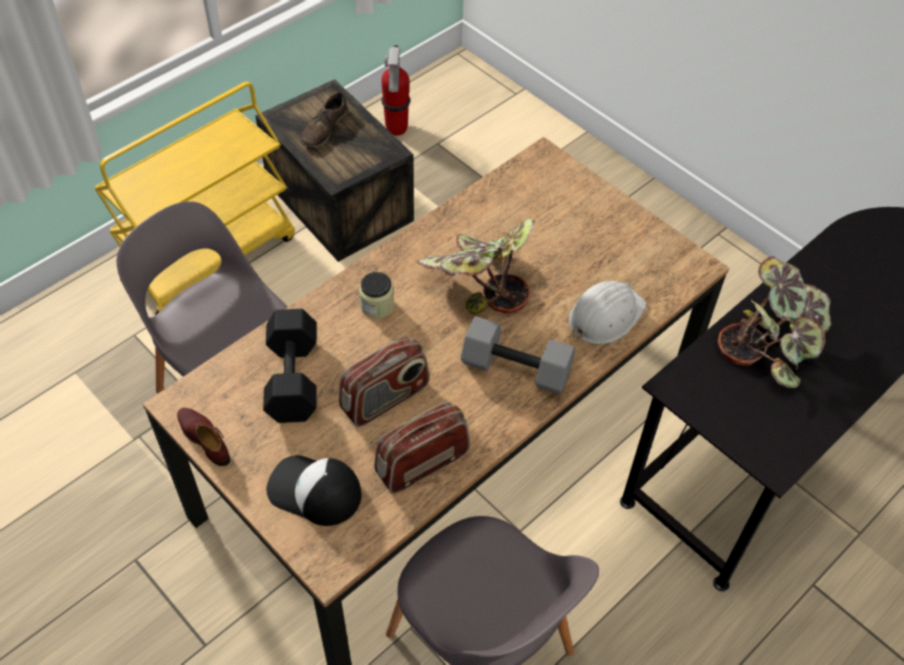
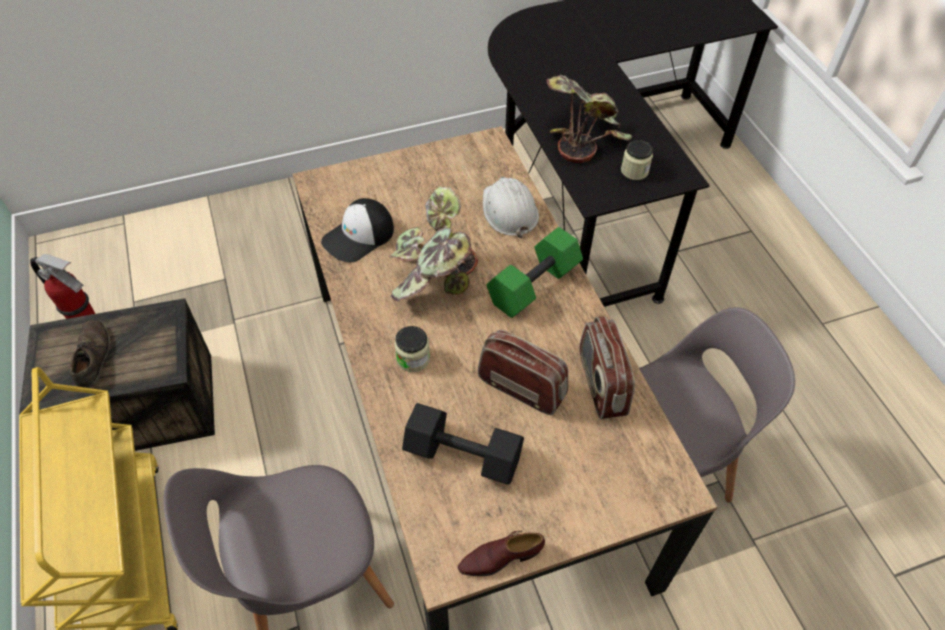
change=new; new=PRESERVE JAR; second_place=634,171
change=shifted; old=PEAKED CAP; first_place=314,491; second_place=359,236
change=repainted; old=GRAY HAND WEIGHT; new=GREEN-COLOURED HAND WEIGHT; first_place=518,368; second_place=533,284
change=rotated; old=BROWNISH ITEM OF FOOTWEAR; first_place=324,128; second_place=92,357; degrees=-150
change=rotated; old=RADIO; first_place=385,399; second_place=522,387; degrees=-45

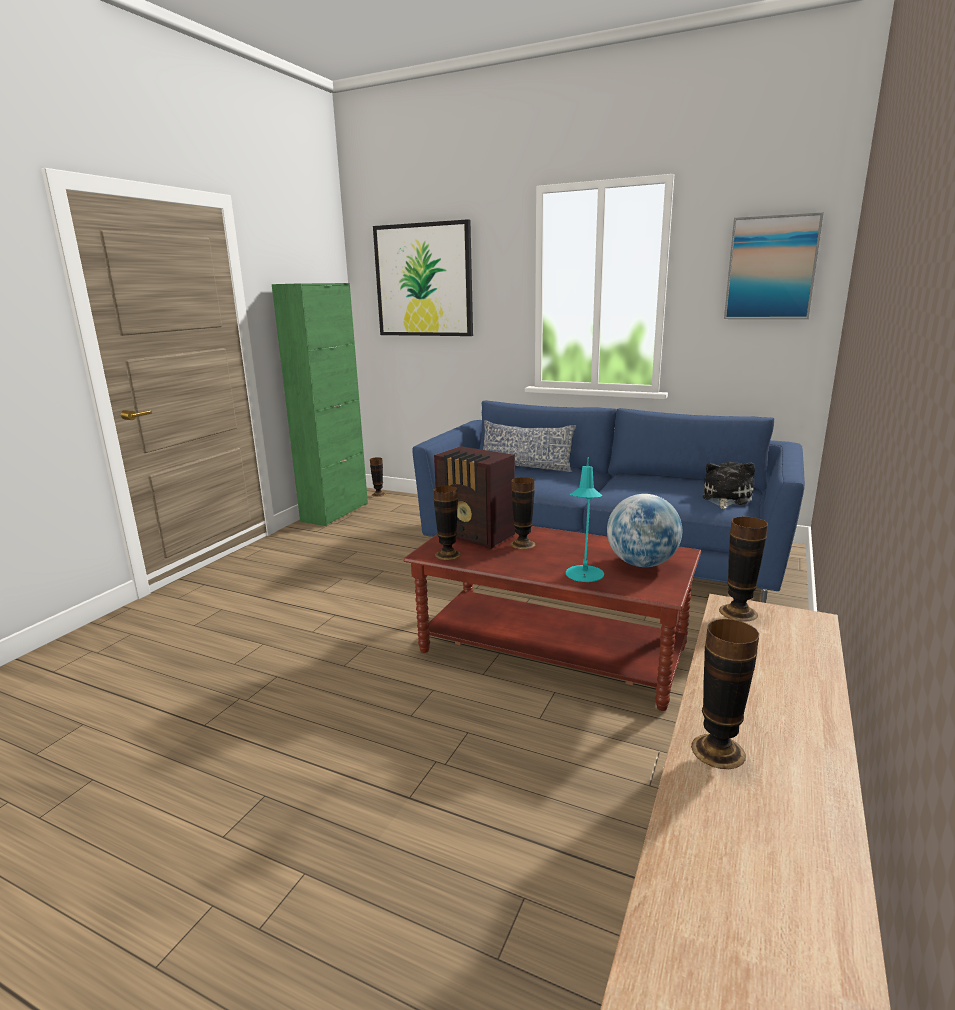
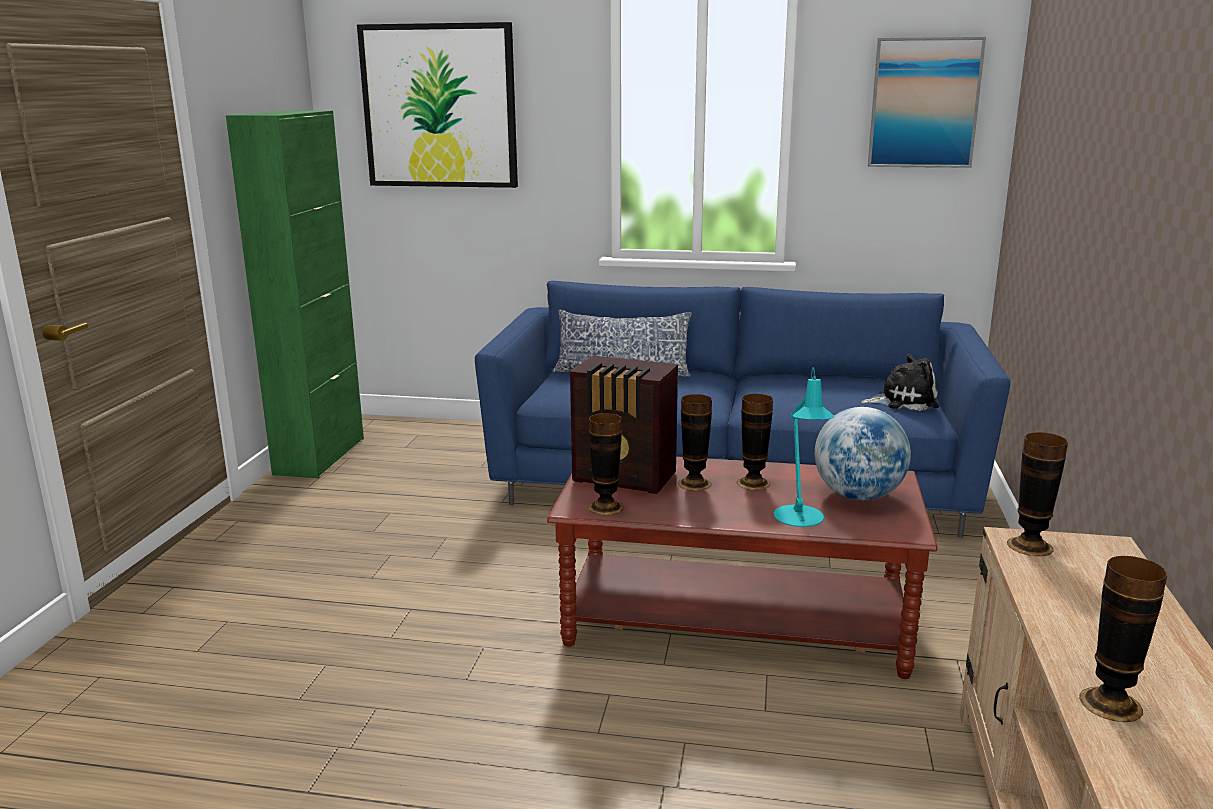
change=shifted; old=DECORATIVE VASE; first_place=378,494; second_place=753,483
change=rotated; old=PLUSH TOY; first_place=725,498; second_place=903,401; degrees=75

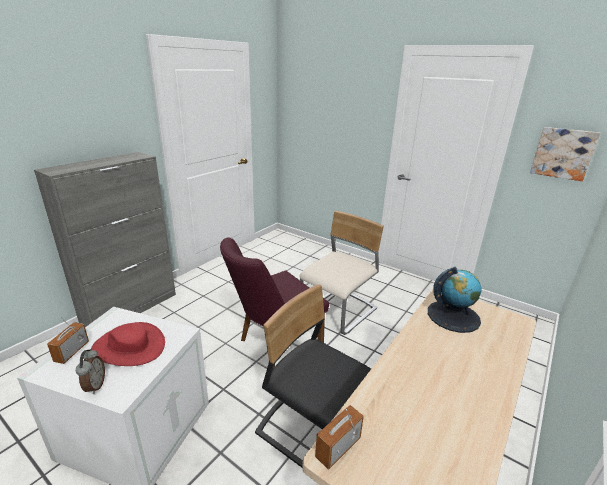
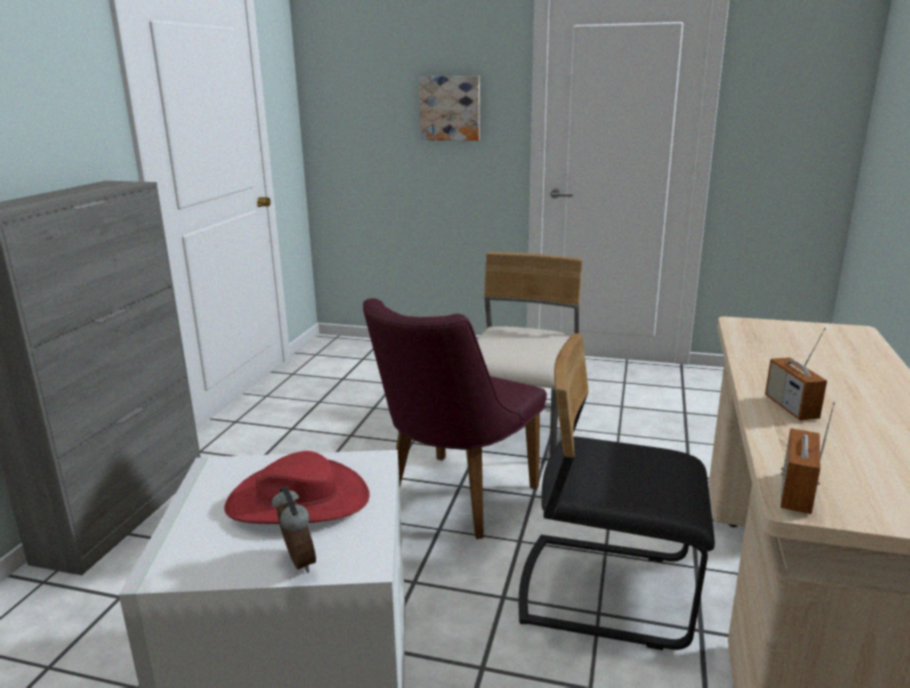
change=gone; old=GLOBE; first_place=453,316
change=shifted; old=RADIO; first_place=72,351; second_place=791,408
change=shifted; old=WALL ART; first_place=563,153; second_place=450,108

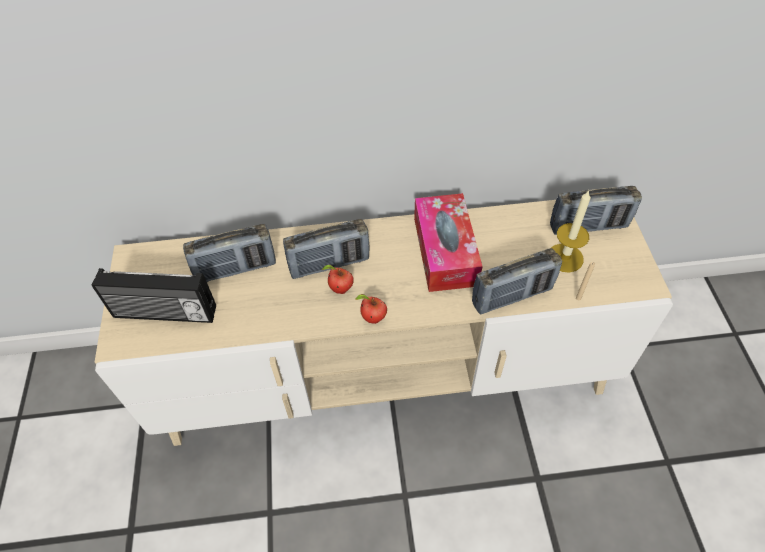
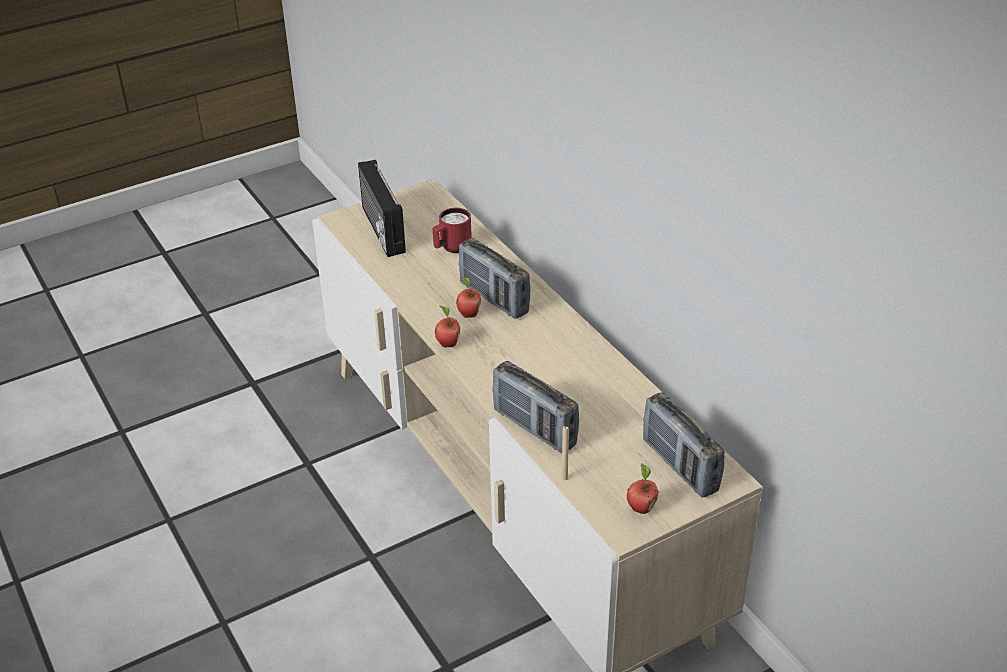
change=gone; old=TISSUE BOX; first_place=445,251
change=gone; old=WAX CANDLE; first_place=565,258
change=new; new=APPLE; second_place=640,507
change=swapped; old=RADIO; new=RED-COLOURED COFFEE MUG; first_place=236,269; second_place=452,248

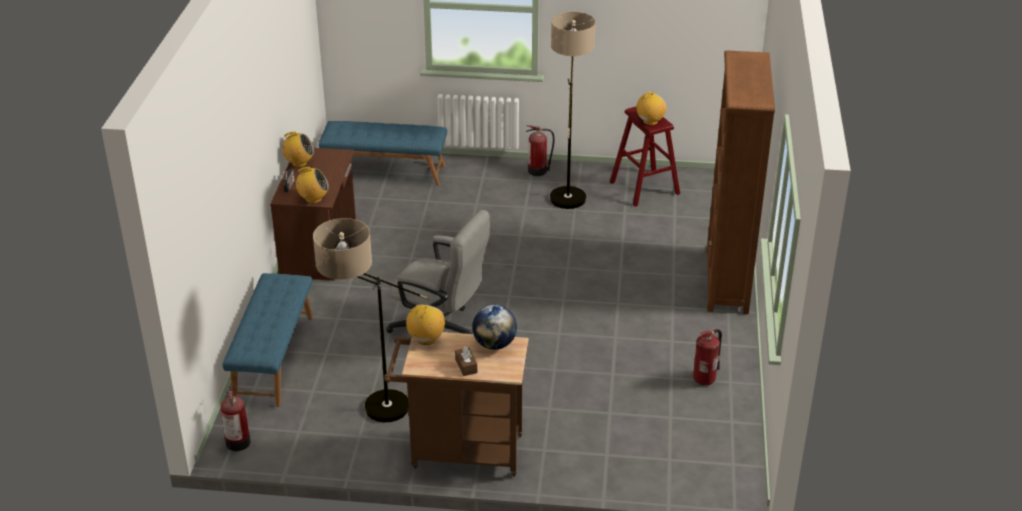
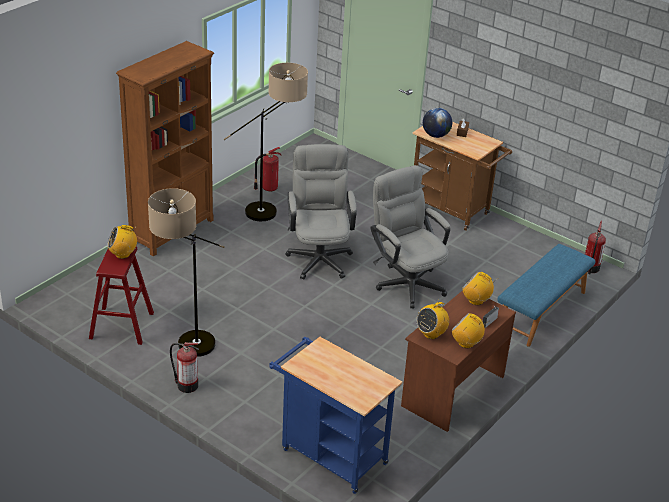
change=new; new=GRAY DESK CHAIR; second_place=319,256
change=shifted; old=STANDARD LAMP; first_place=370,413; second_place=273,213
change=shifted; old=RADIO; first_place=426,339; second_place=431,334
change=swapped; old=BLUE-COLOURED BENCH; new=BLUE-COLOURED WHEELED CART; first_place=385,171; second_place=329,454

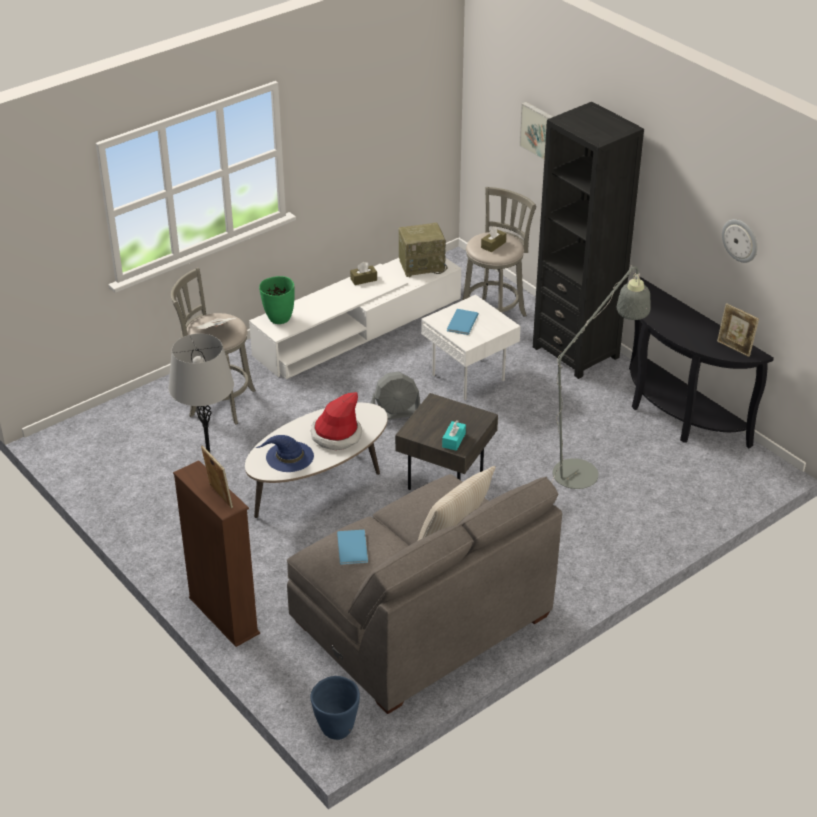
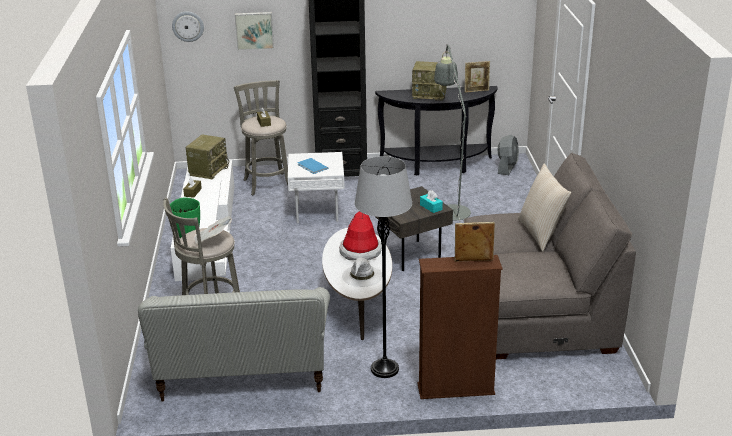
change=gone; old=BLUE-COLOURED FLOWER POT; first_place=336,729
change=gone; old=BLUE-COLOURED VOLUME; first_place=353,547
change=new; new=SETTEE; second_place=243,375
change=new; new=RADIO; second_place=430,95
change=shifted; old=GRAY COOLING FAN; first_place=395,413; second_place=507,167
change=shifted; old=CLOCK ON THE WALL; first_place=740,240; second_place=188,26
change=repainted; old=BLUE-COLOURED CLOTHING HAT; new=WHITISH CLOTHING HAT; first_place=289,457; second_place=362,276

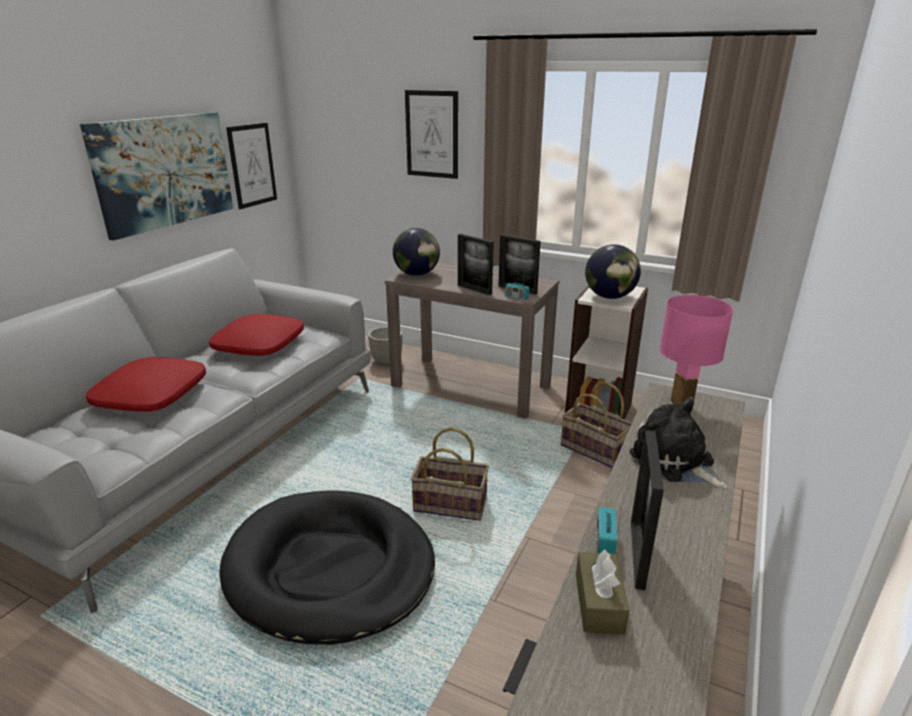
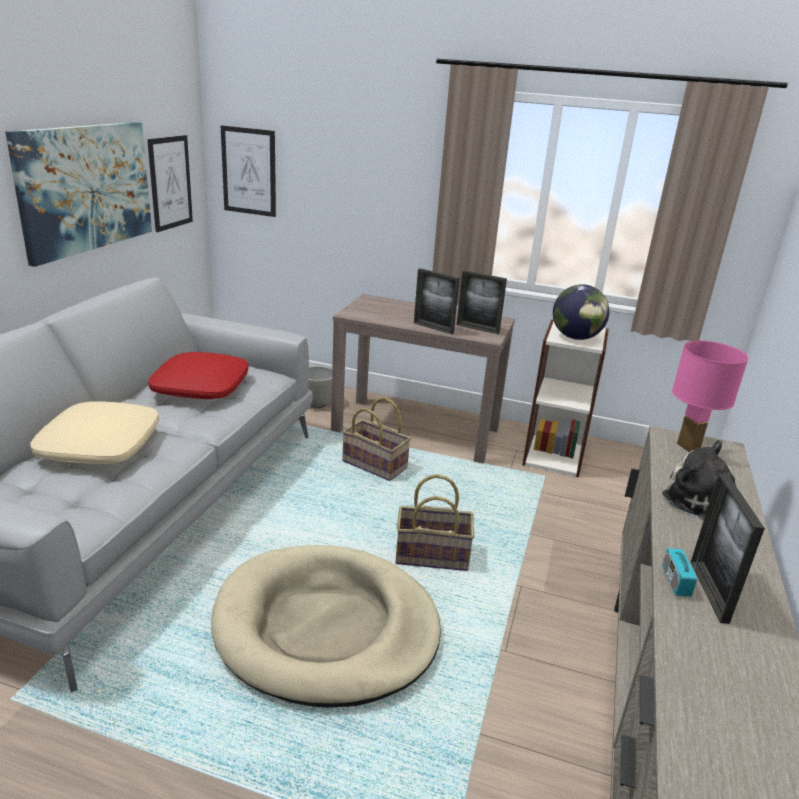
change=gone; old=GLOBE; first_place=417,274
change=gone; old=RADIO; first_place=516,297
change=gone; old=BROWNISH TISSUE BOX; first_place=599,603
change=shifted; old=WALL ART; first_place=432,134; second_place=249,171
change=shifted; old=STORAGE BASKET; first_place=595,449; second_place=375,464
change=repainted; old=RED-COLOURED PILLOW; new=SAND-COLOURED PILLOW; first_place=151,395; second_place=99,445
change=repainted; old=BLACK-COLOURED DOG BED; new=SAND-COLOURED DOG BED; first_place=330,568; second_place=326,628

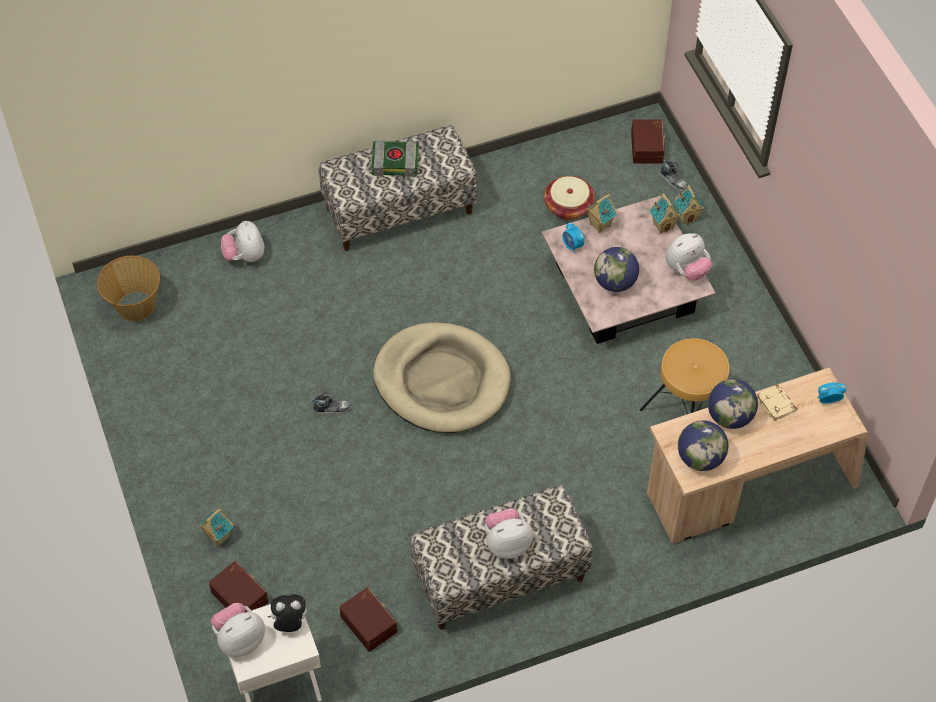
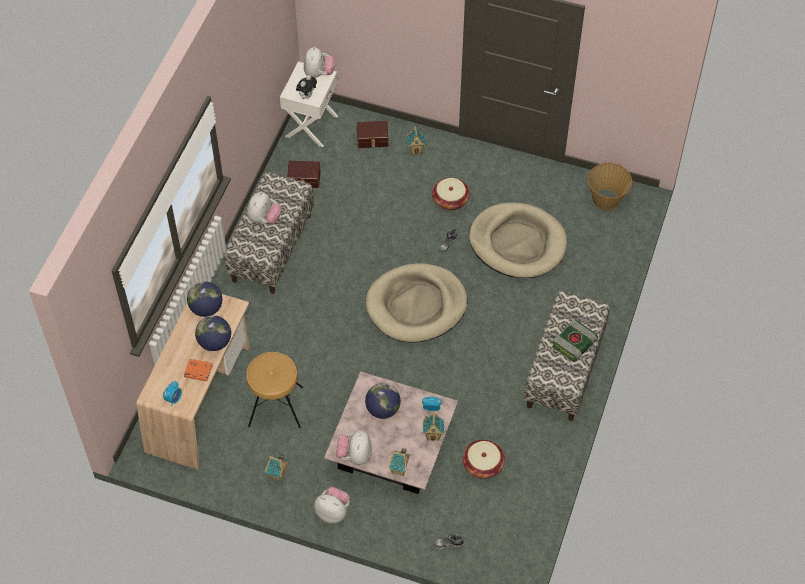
change=gone; old=BROWNISH STORAGE CONTAINER; first_place=648,147
change=new; new=STORAGE BASKET; second_place=450,200
change=new; new=SAND-COLOURED DOG BED; second_place=517,243
change=shifted; old=PLUSH TOY; first_place=245,256; second_place=333,512
change=shifted; old=MINIATURE HOUSE; first_place=687,217; second_place=278,475
change=repainted; old=SAND-COLOURED VOLUME; new=ORANGEY VOLUME; first_place=777,404; second_place=198,371

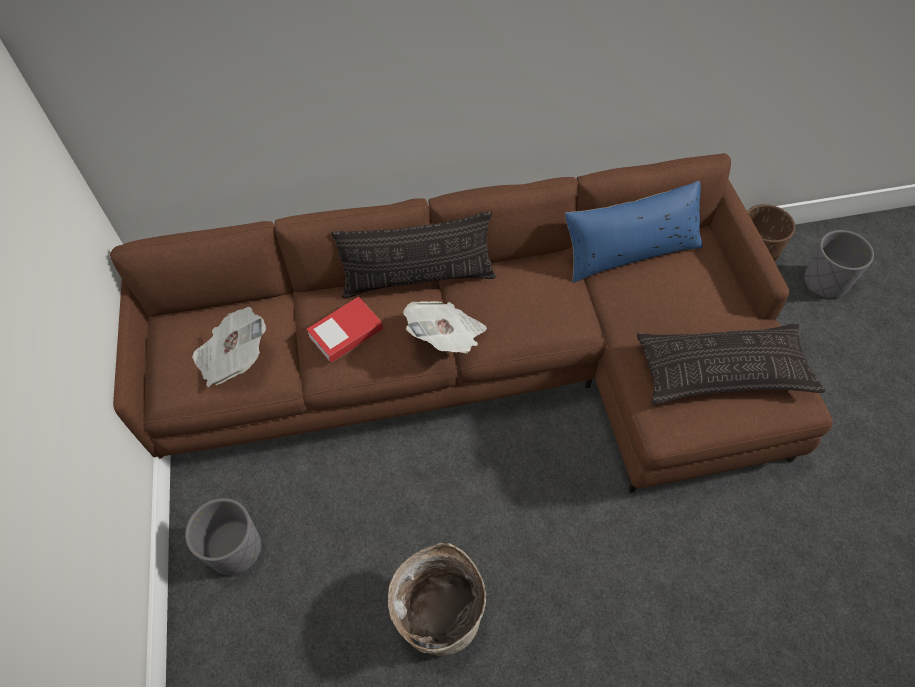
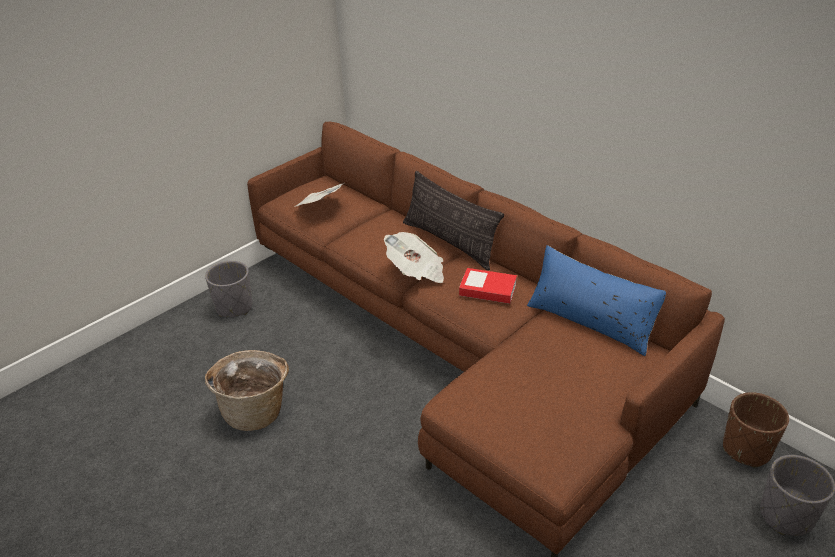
change=gone; old=PILLOW; first_place=723,370
change=shifted; old=VOLUME; first_place=346,333; second_place=487,290

